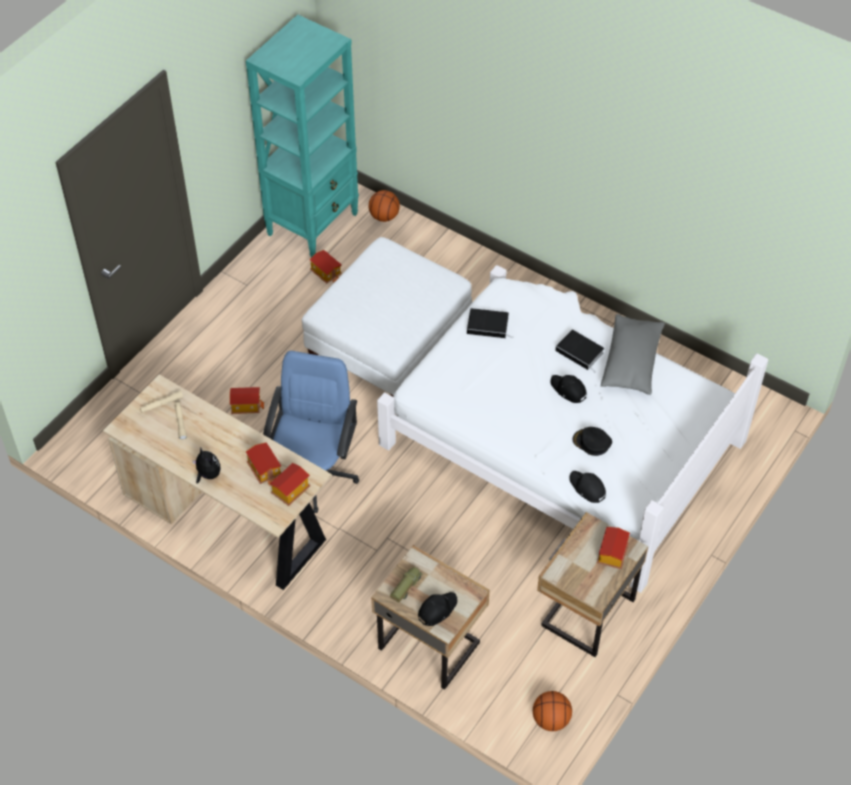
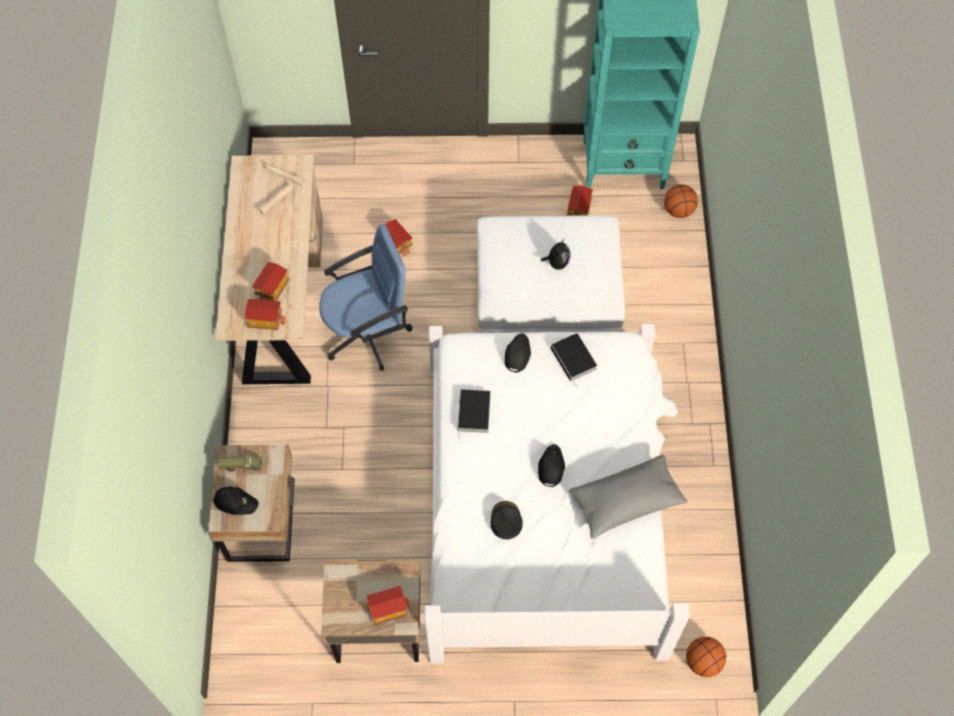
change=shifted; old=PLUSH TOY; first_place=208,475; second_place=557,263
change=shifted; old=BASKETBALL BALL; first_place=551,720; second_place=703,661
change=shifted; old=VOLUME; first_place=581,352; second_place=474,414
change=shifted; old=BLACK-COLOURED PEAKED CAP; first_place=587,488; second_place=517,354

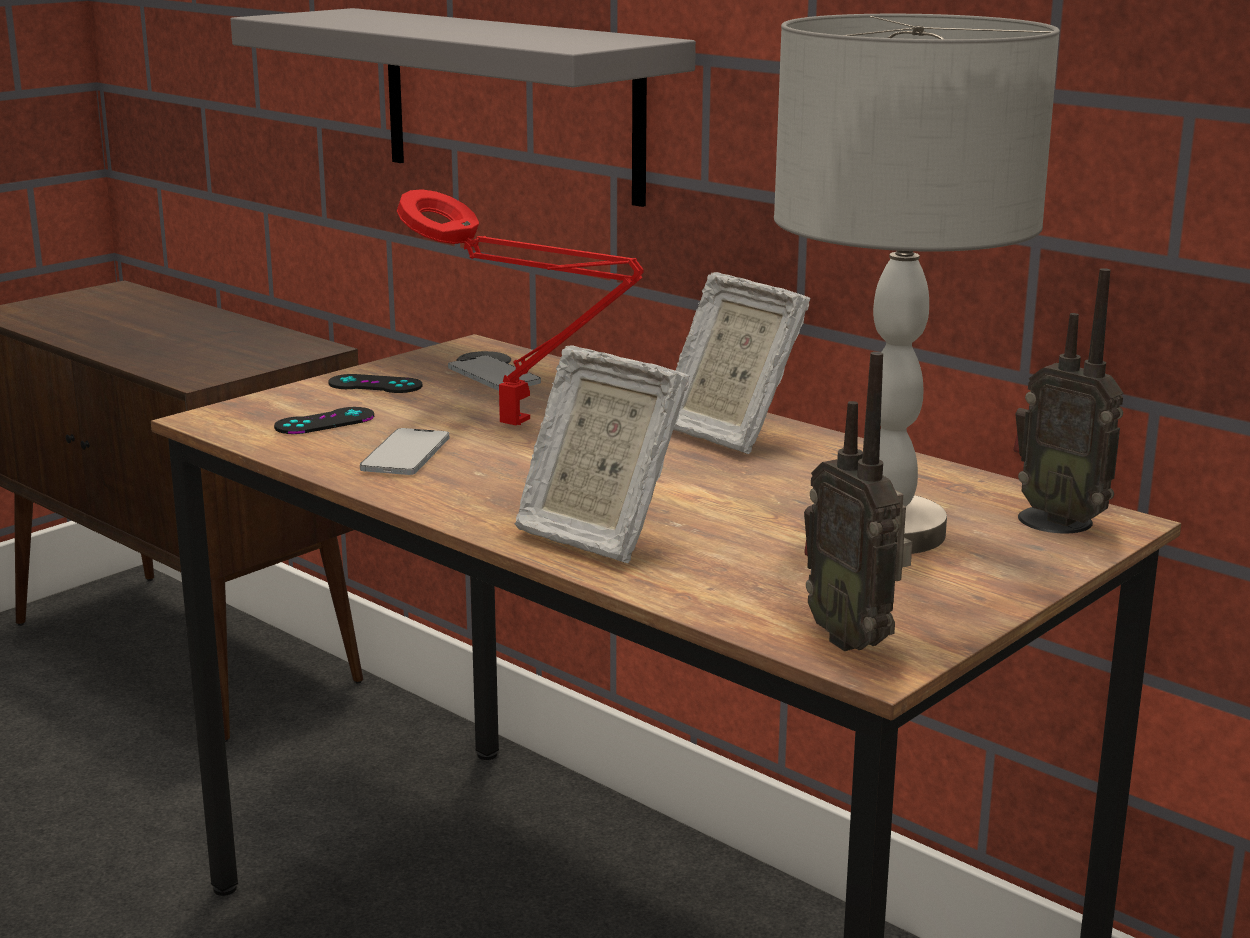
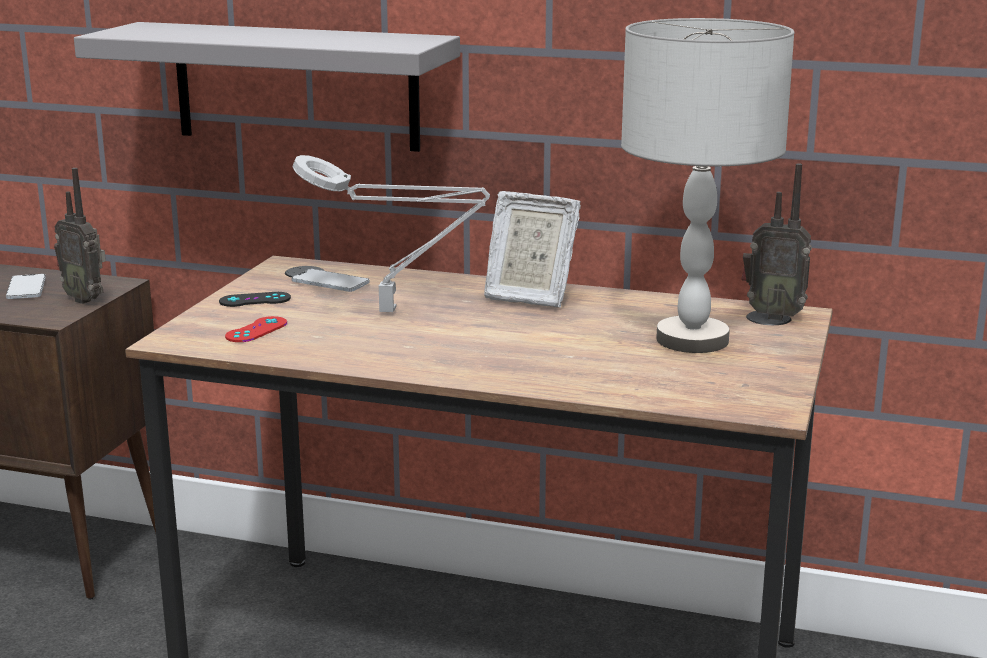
change=gone; old=STANDING FRAME; first_place=596,535
change=shifted; old=TELEPHONE; first_place=406,454; second_place=26,288
change=shifted; old=RADIO; first_place=854,638; second_place=86,299
change=repainted; old=BLACK-COLOURED JOYPAD; new=RED-COLOURED JOYPAD; first_place=324,422; second_place=256,330
change=repainted; old=RED-COLOURED LAMP FOR A TABLE; new=GRAY LAMP FOR A TABLE; first_place=522,425; second_place=394,312

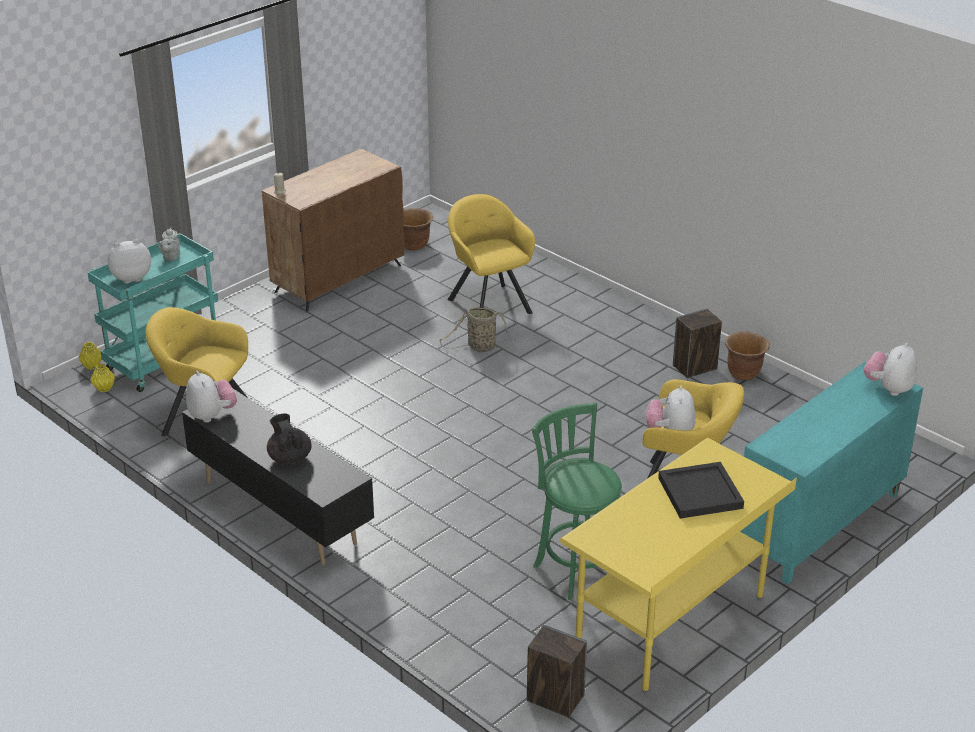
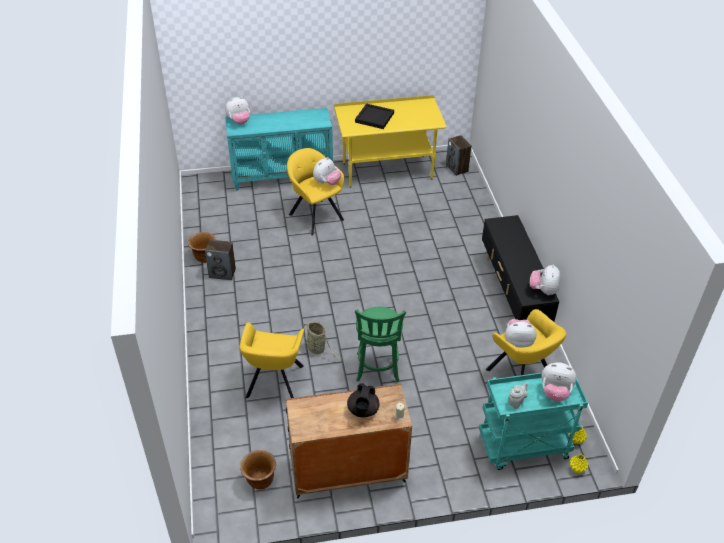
change=new; new=PLUSH TOY; second_place=518,342
change=shifted; old=BLACK-COLOURED POT FOR TEA; first_place=289,457; second_place=363,410
change=shifted; old=GREEN-COLOURED STOOL SEAT; first_place=576,566; second_place=377,370

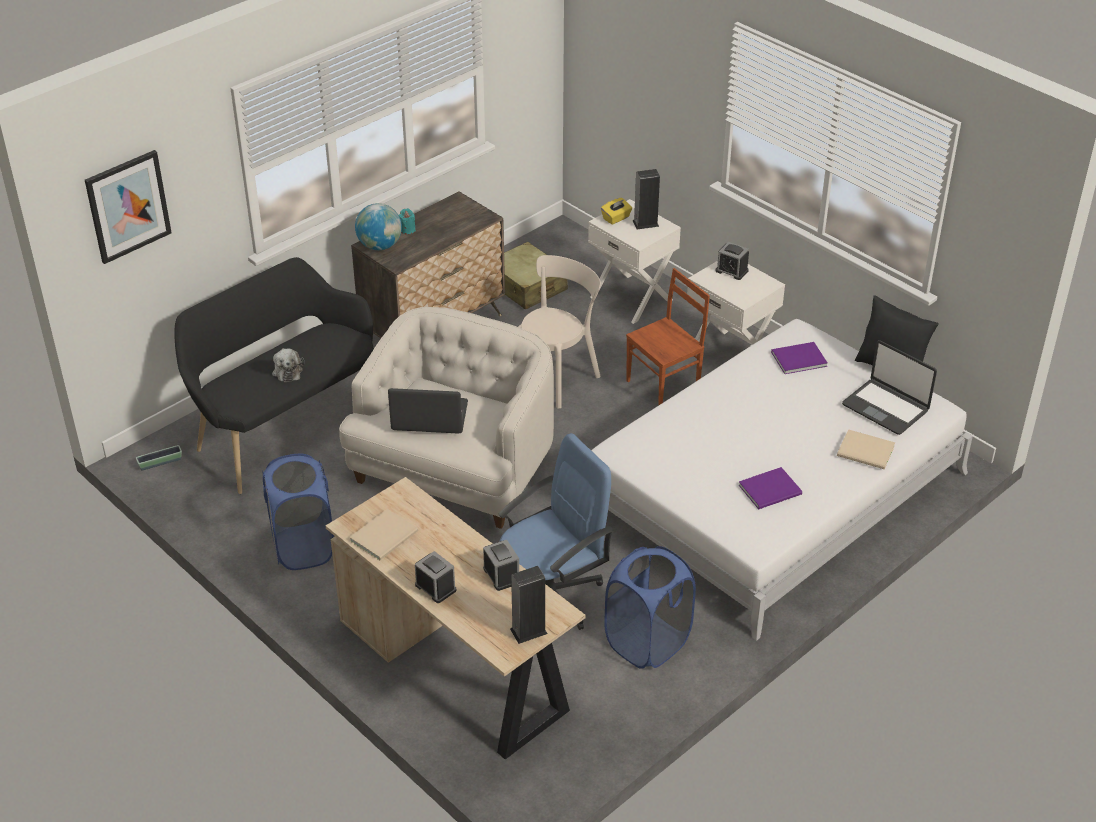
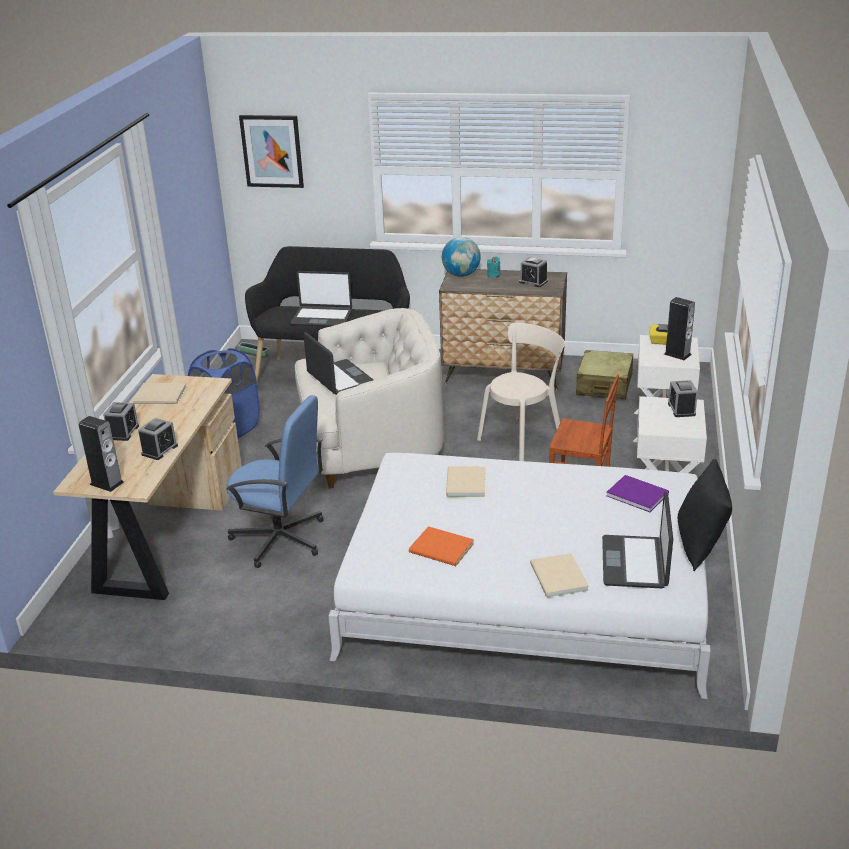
change=gone; old=BLUE-COLOURED HAMPER; first_place=647,642
change=new; new=SAND-COLOURED VOLUME; second_place=464,484
change=new; new=ALARM CLOCK; second_place=533,282
change=swapped; old=PLUSH TOY; new=NOTEBOOK COMPUTER; first_place=287,370; second_place=322,317
change=repainted; old=PURPLE-COLOURED VOLUME; new=ORANGEY VOLUME; first_place=772,490; second_place=442,549
change=rotated; old=SAND-COLOURED PLAIN CHAIR; first_place=556,376; second_place=523,438; degrees=-45

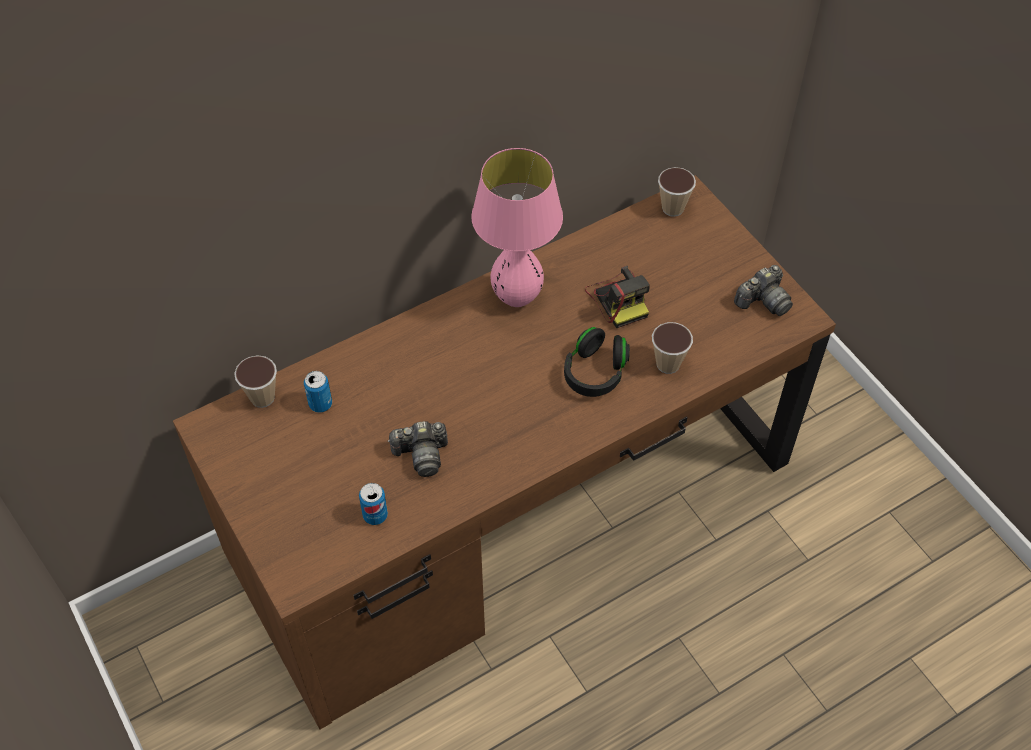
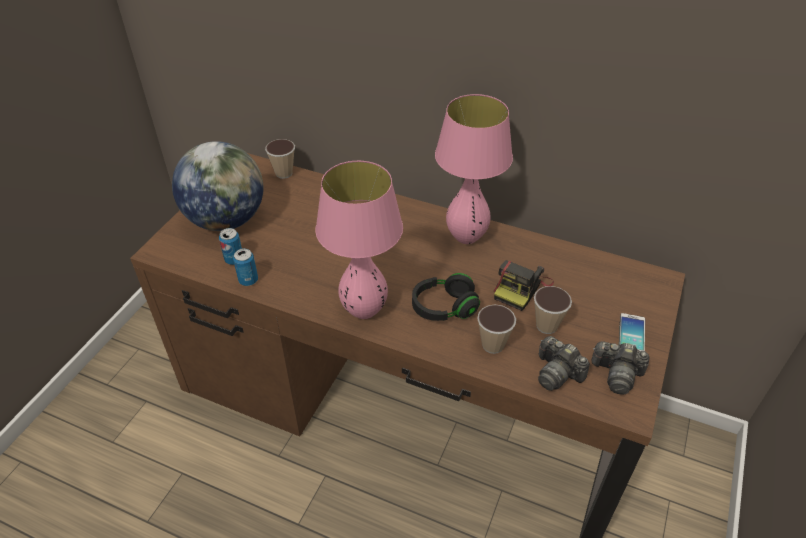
change=new; new=GLOBE; second_place=226,220
change=new; new=PINK LAMP FOR A TABLE; second_place=364,311
change=new; new=TELEPHONE; second_place=631,334
change=shifted; old=SEALED CAN; first_place=320,404; second_place=248,280
change=shifted; old=STILL CAMERA; first_place=421,455; second_place=557,373
change=shifted; old=CUP; first_place=673,208; second_place=546,326

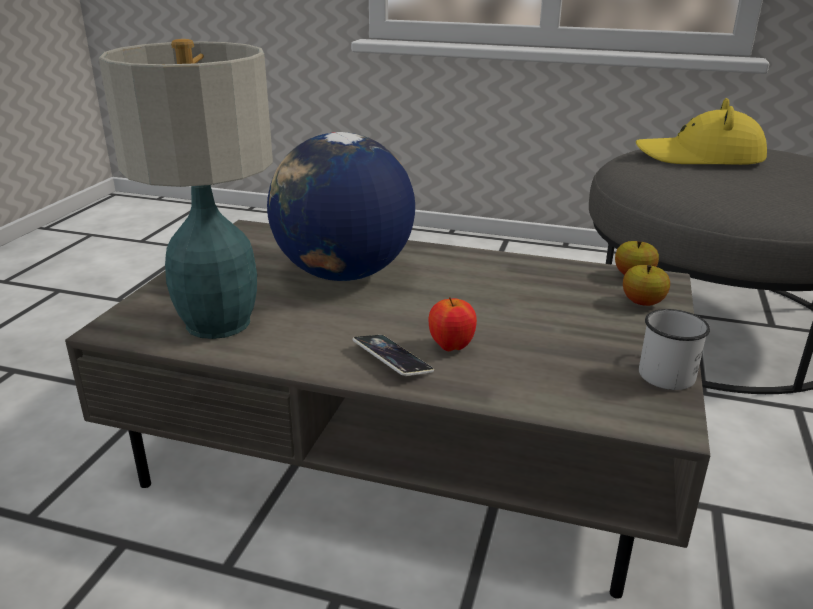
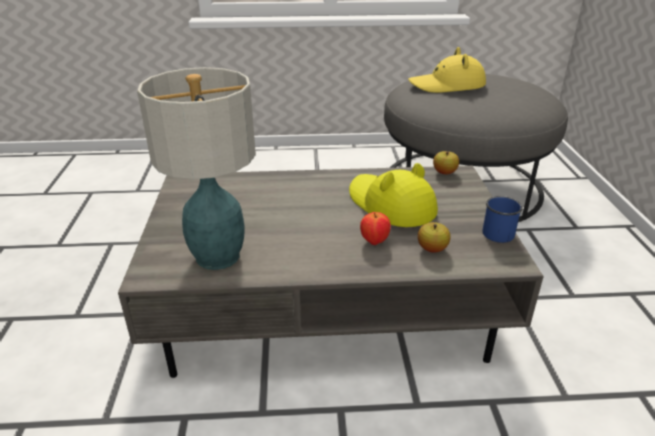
change=gone; old=GLOBE; first_place=343,274
change=gone; old=TELEPHONE; first_place=392,360
change=new; new=YELLOWISH CLOTHING HAT; second_place=390,204
change=shifted; old=APPLE; first_place=642,302; second_place=432,249
change=repainted; old=WHITISH COFFEE MUG; new=BLUE-COLOURED COFFEE MUG; first_place=665,370; second_place=495,231

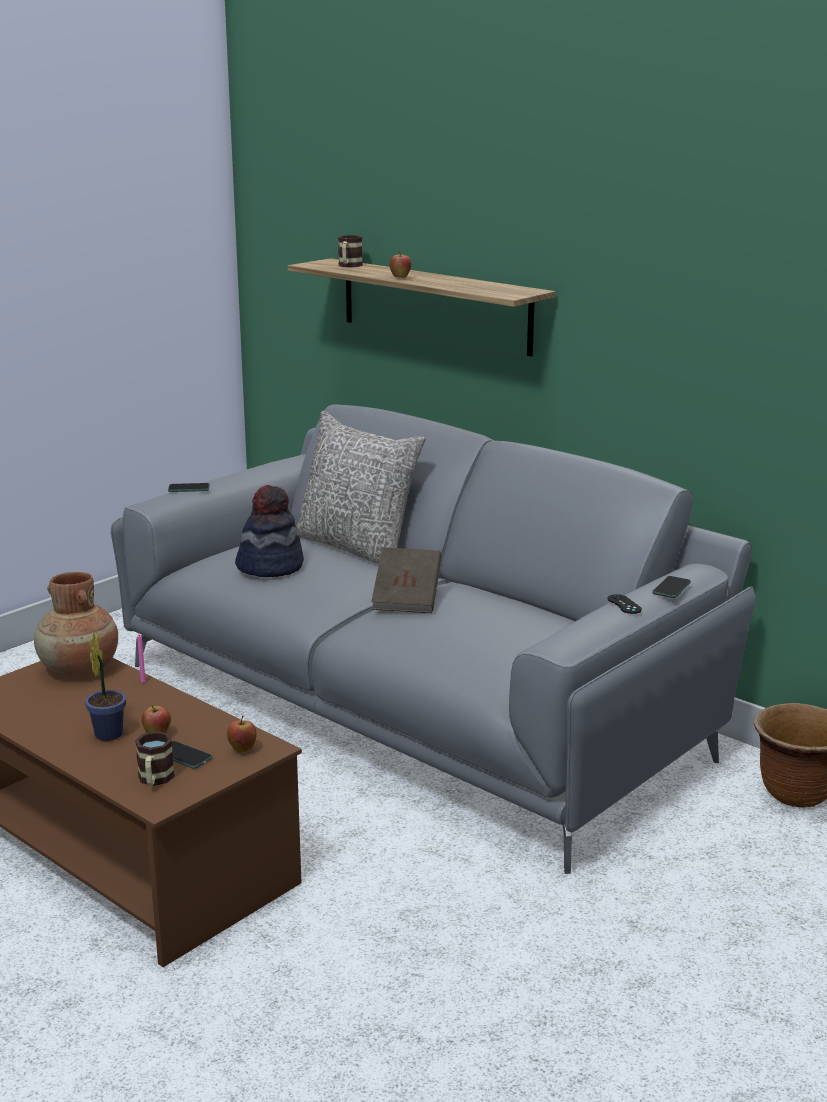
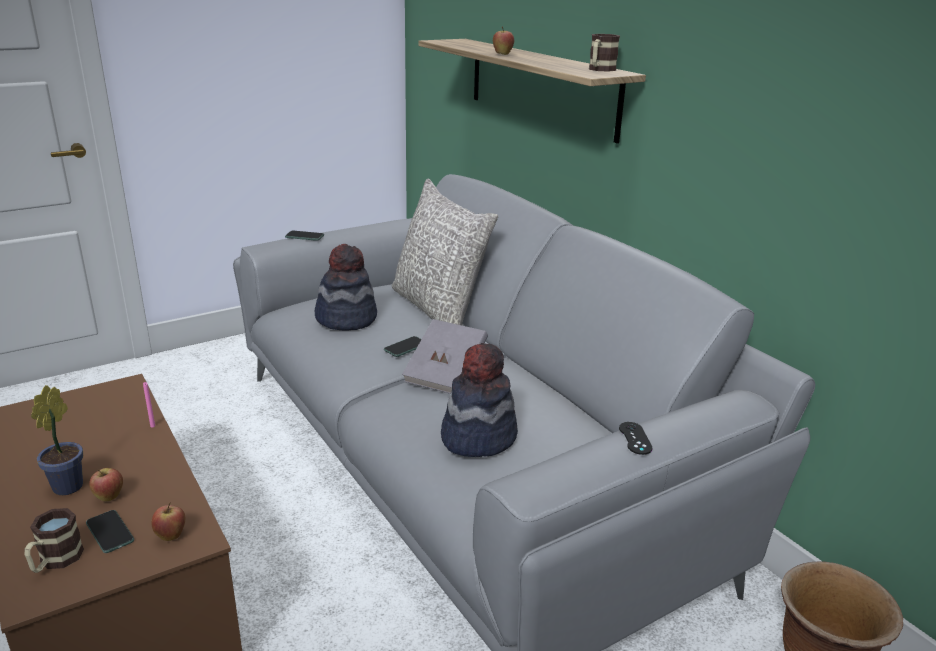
change=gone; old=BROWNISH DECORATIVE VASE; first_place=79,669
change=new; new=CLOTHING HAT; second_place=478,437
change=shifted; old=COFFEE MUG; first_place=349,266; second_place=600,70
change=shifted; old=TELEPHONE; first_place=671,588; second_place=405,347
change=repainted; old=BROWNISH VOLUME; new=GRAY VOLUME; first_place=407,599; second_place=445,374

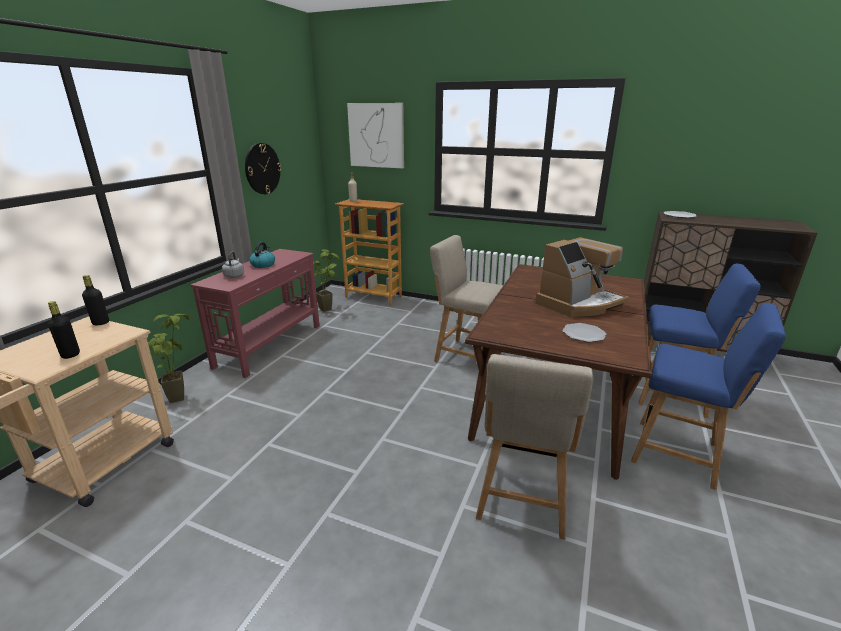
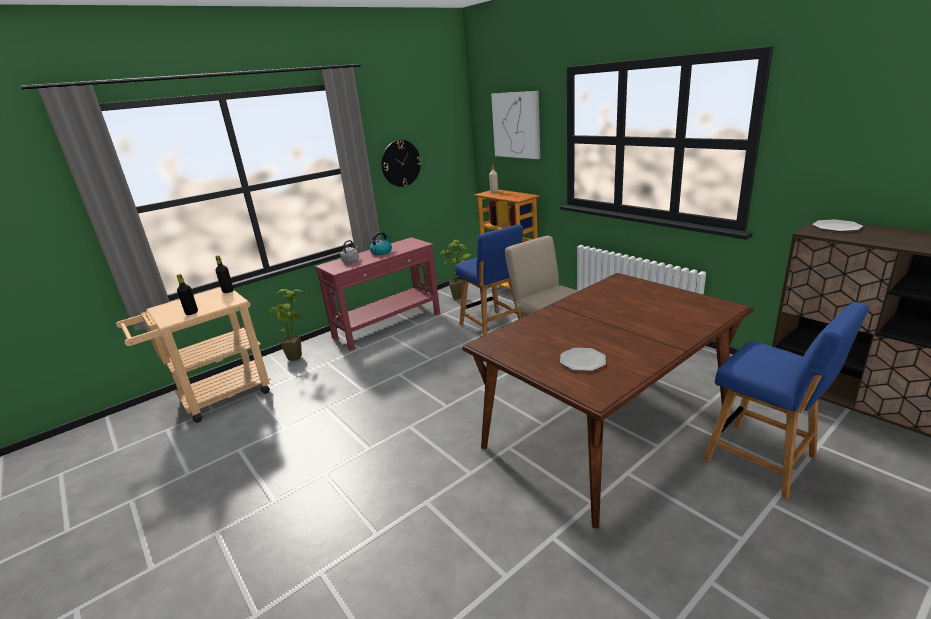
change=gone; old=SAND-COLOURED PLAIN CHAIR; first_place=522,501
change=gone; old=COFFEE BREWER; first_place=579,304
change=shifted; old=BLUE-COLOURED PLAIN CHAIR; first_place=680,454; second_place=493,327

